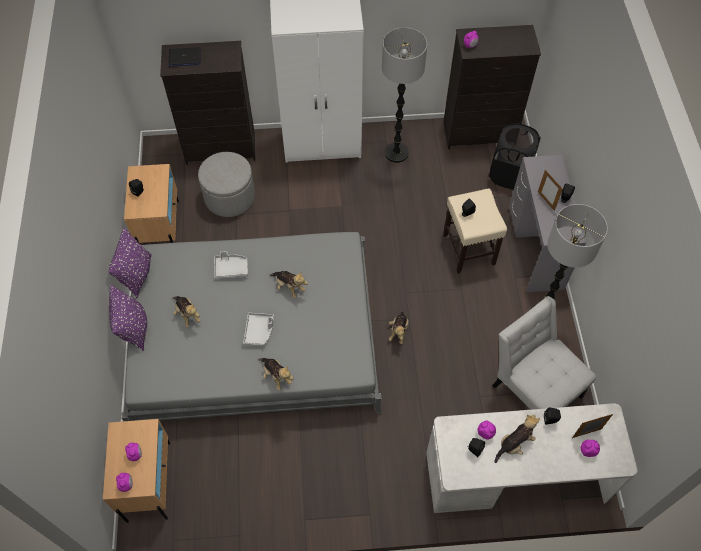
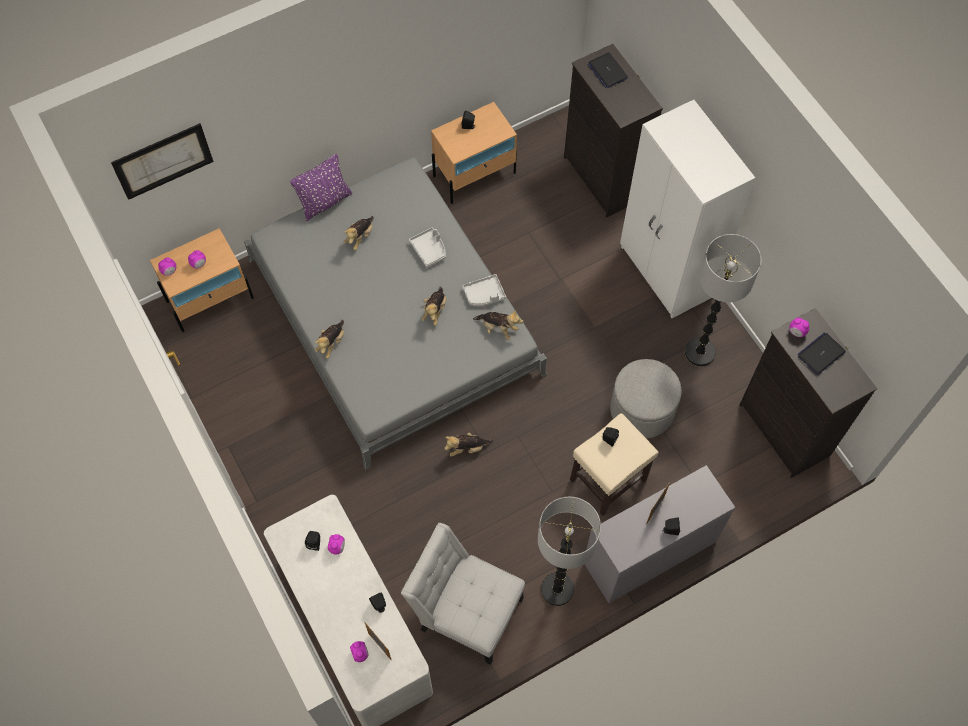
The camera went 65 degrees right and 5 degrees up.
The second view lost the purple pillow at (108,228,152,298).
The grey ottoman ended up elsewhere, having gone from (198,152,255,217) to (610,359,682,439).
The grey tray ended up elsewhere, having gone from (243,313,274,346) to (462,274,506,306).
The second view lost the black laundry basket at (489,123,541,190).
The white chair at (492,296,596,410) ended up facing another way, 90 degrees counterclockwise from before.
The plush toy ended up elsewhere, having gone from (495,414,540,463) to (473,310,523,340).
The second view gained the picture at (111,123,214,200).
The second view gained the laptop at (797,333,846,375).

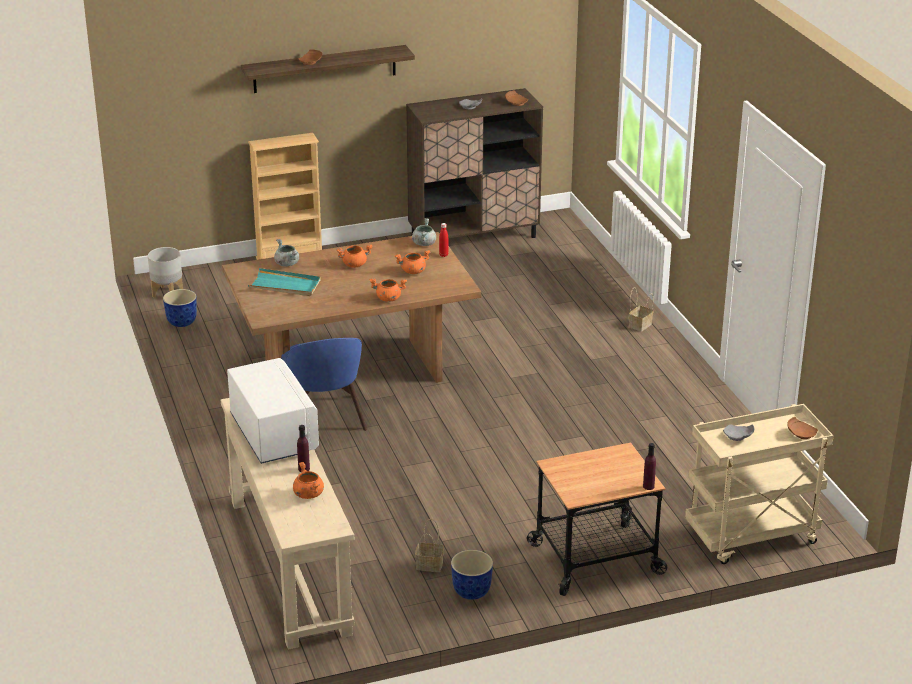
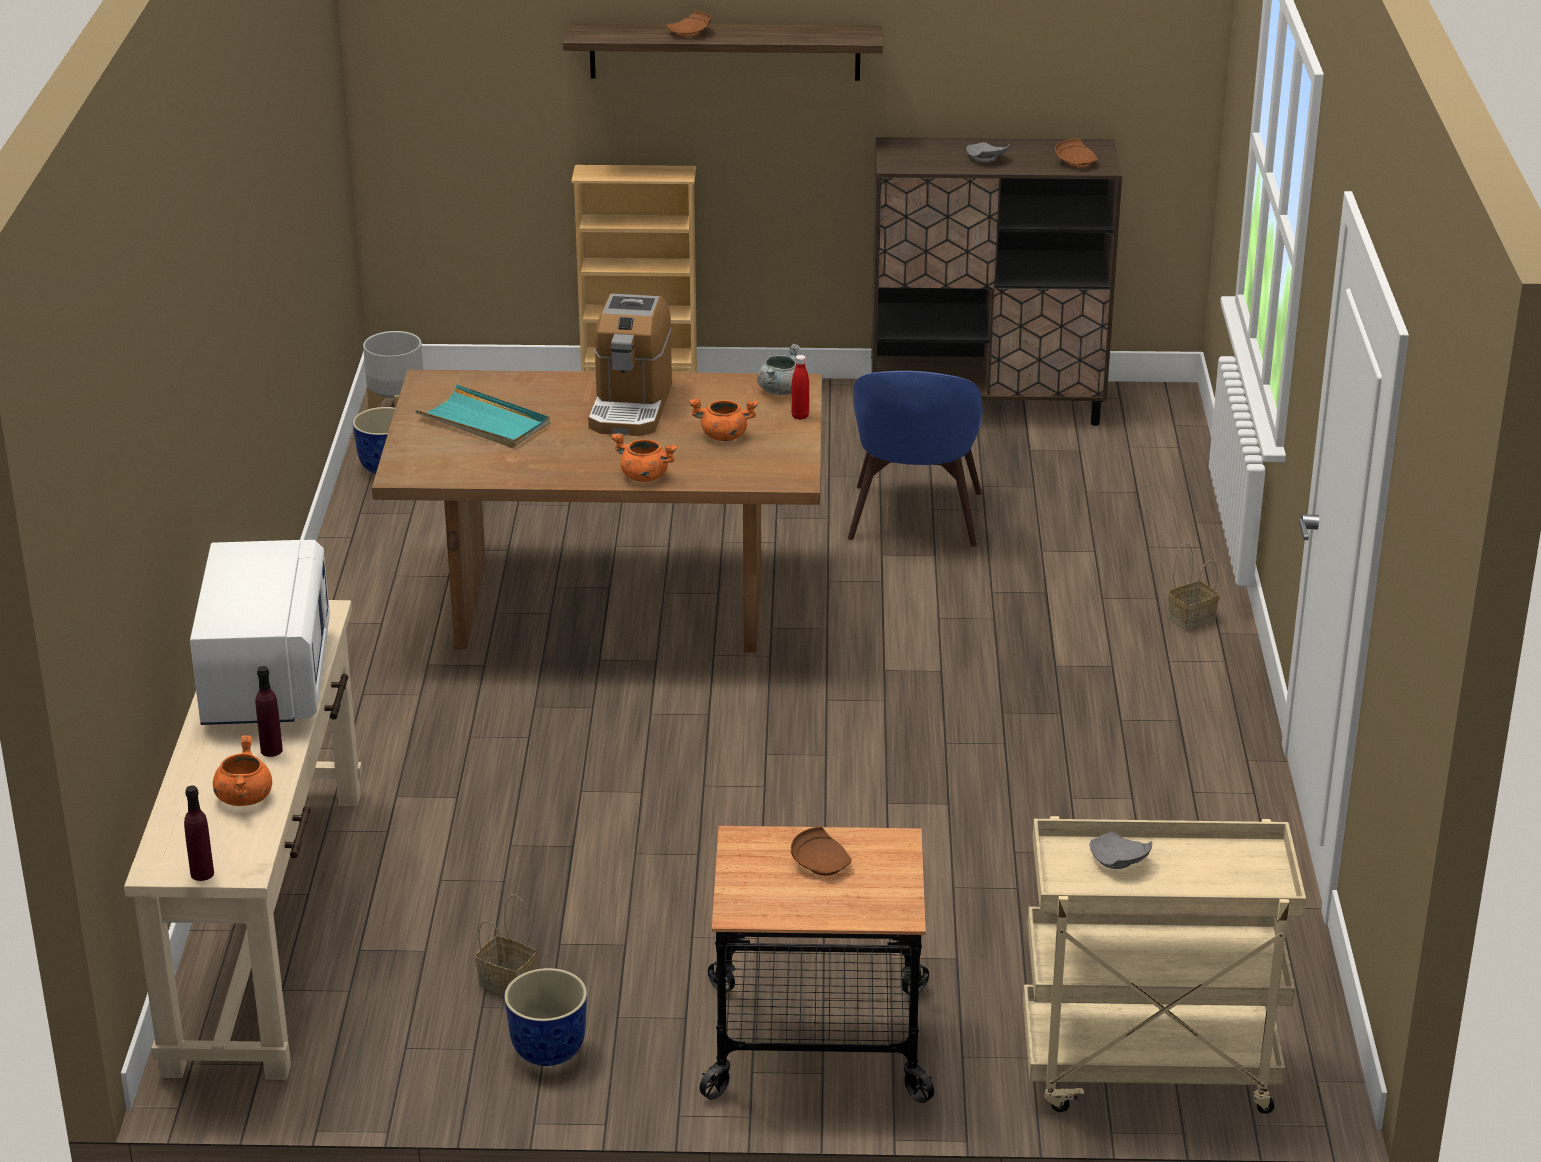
The camera went 20 degrees right and 0 degrees up.
The second view lost the grey cooking pot at (274,239,299,267).
The blue chair ended up elsewhere, having gone from (281,338,367,431) to (848,371,983,547).
Where the orange cooking pot stood at (337,244,373,268), the coffee machine came to stand at (588,294,672,436).
The purple bottle ended up elsewhere, having gone from (643,443,656,490) to (184,786,214,881).
The brown plate ended up elsewhere, having gone from (787,417,818,439) to (791,827,852,876).

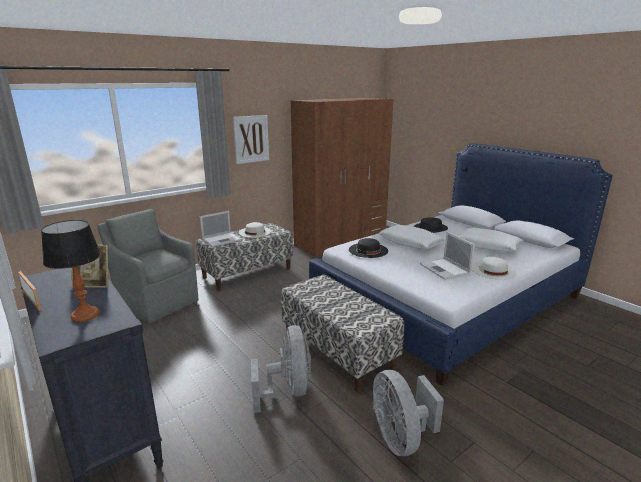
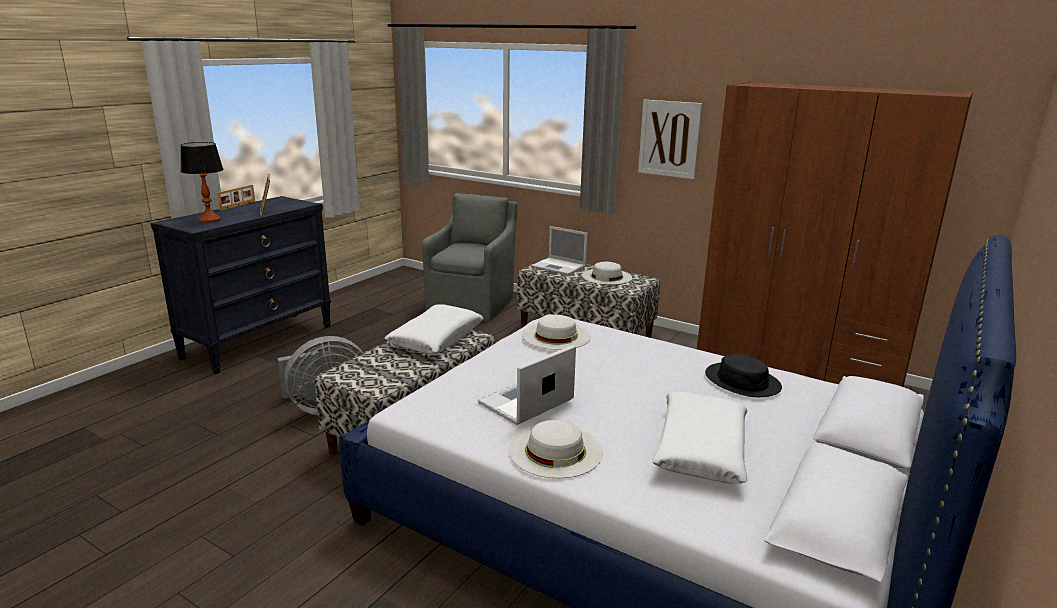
The camera went 70 degrees right and 0 degrees up.
What was the black hat at (349,238,388,258) turned into the white hat at (522,315,591,350).
The second view lost the grey fan at (373,370,444,456).
The white pillow ended up elsewhere, having gone from (379,225,445,249) to (385,304,484,354).

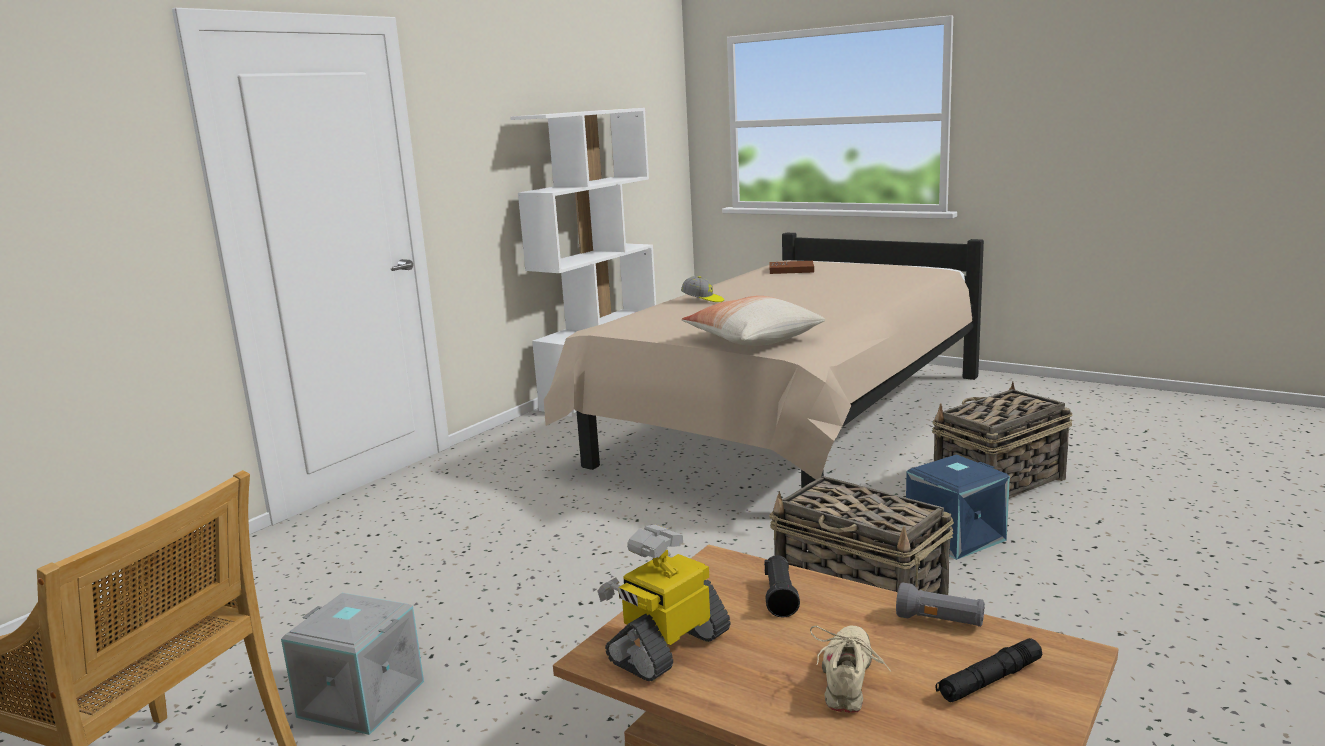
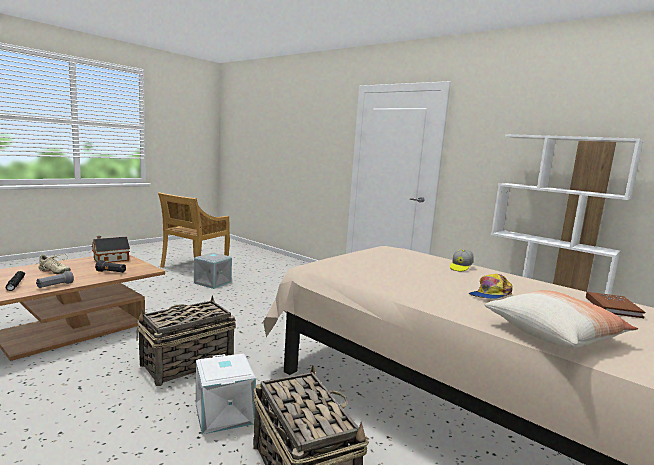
The camera went 95 degrees right and 5 degrees down.
Where the toy robot stood at (598,525,731,681), the toy house came to stand at (92,236,130,263).
The pillow ended up elsewhere, having gone from (682,296,825,346) to (485,290,638,348).
What was the blue storage box at (906,454,1010,560) turned into the white storage box at (196,354,256,434).
The second view gained the cap at (469,274,513,299).

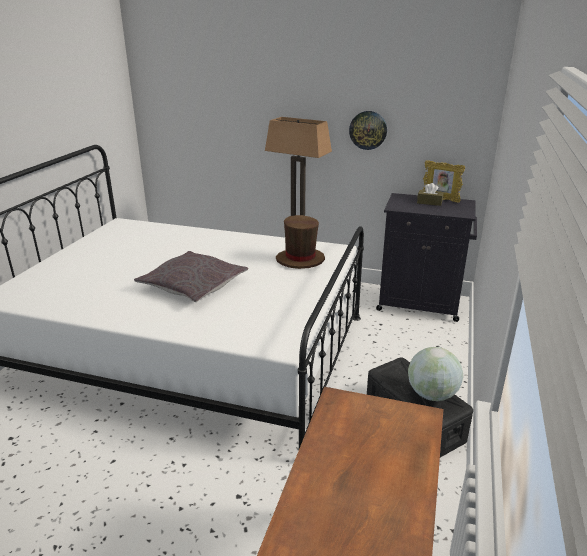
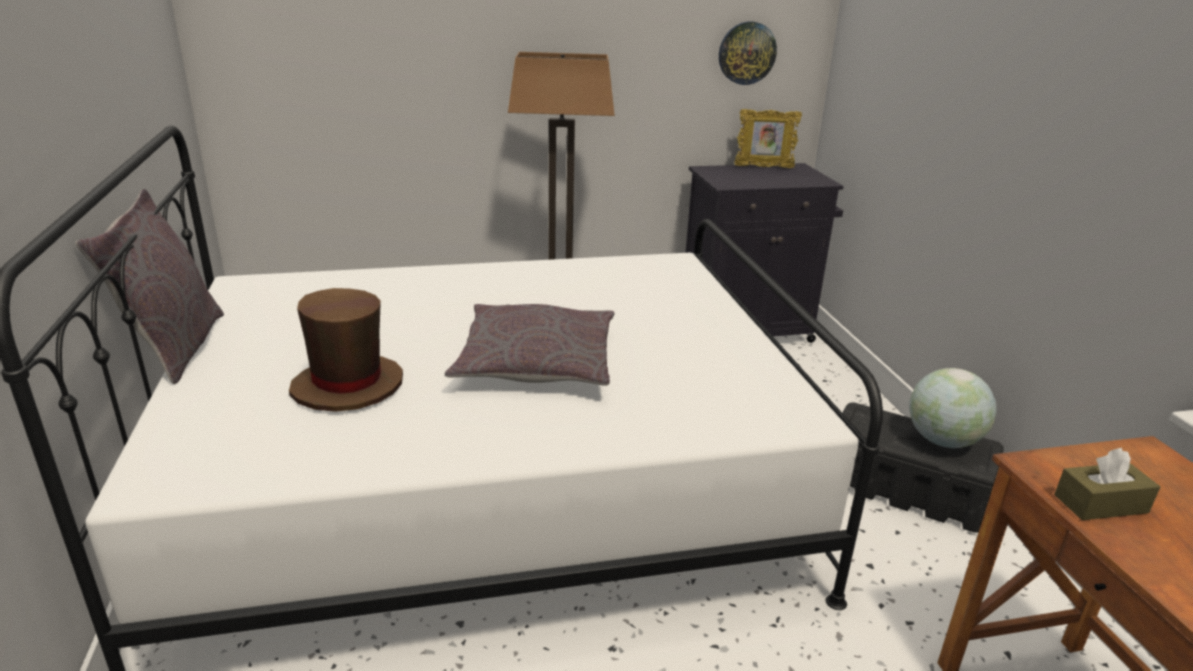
The camera went 30 degrees left and 0 degrees up.
The brown hat ended up elsewhere, having gone from (276,215,325,269) to (289,288,403,412).
The wall clock ended up elsewhere, having gone from (349,111,387,150) to (719,22,777,85).
The brown tissue box ended up elsewhere, having gone from (417,183,443,206) to (1054,448,1160,520).
The second view gained the grey pillow at (75,189,224,384).

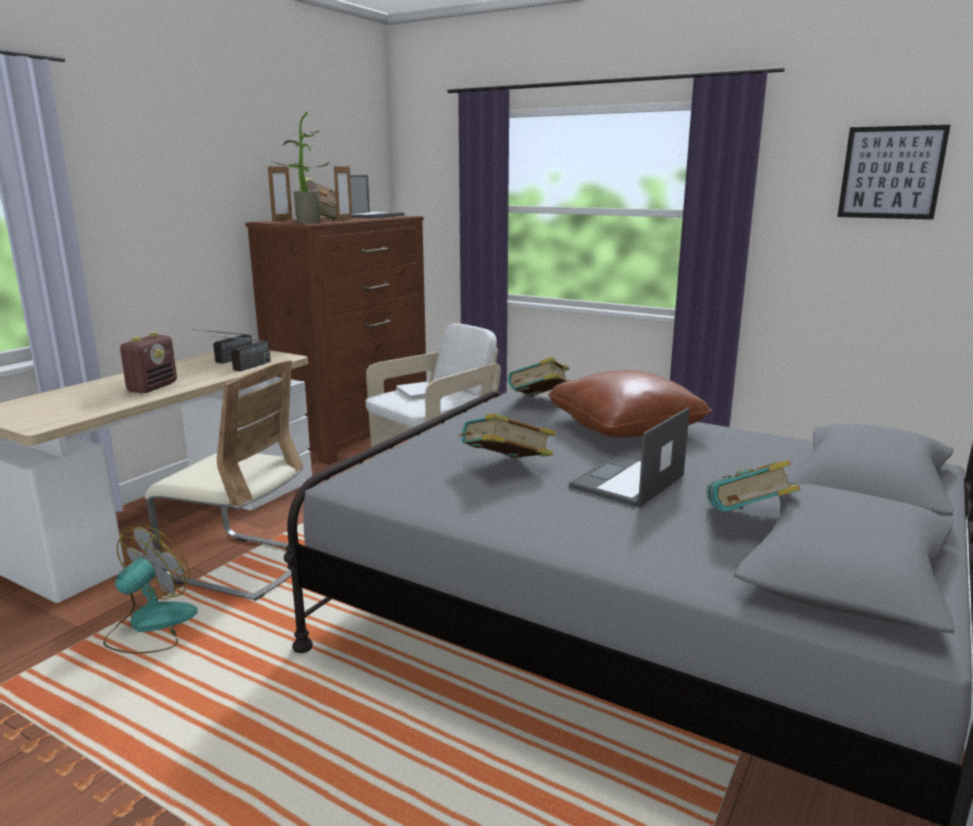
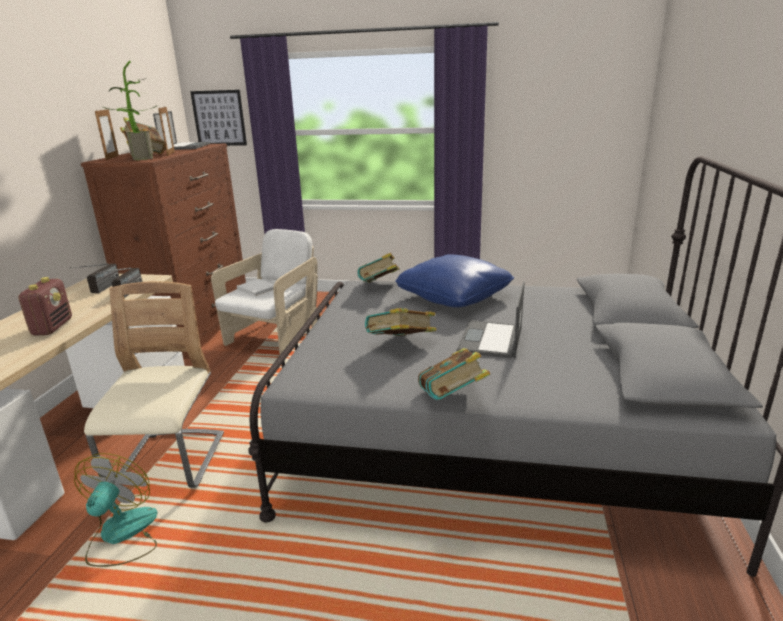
The camera went 20 degrees left and 5 degrees up.
The beige chair at (145,360,303,601) ended up facing another way, 90 degrees counterclockwise from before.
What was the brown pillow at (548,370,712,438) turned into the blue pillow at (395,254,514,308).
The book ended up elsewhere, having gone from (706,460,800,512) to (418,348,490,400).
The picture ended up elsewhere, having gone from (837,125,950,220) to (190,90,247,146).

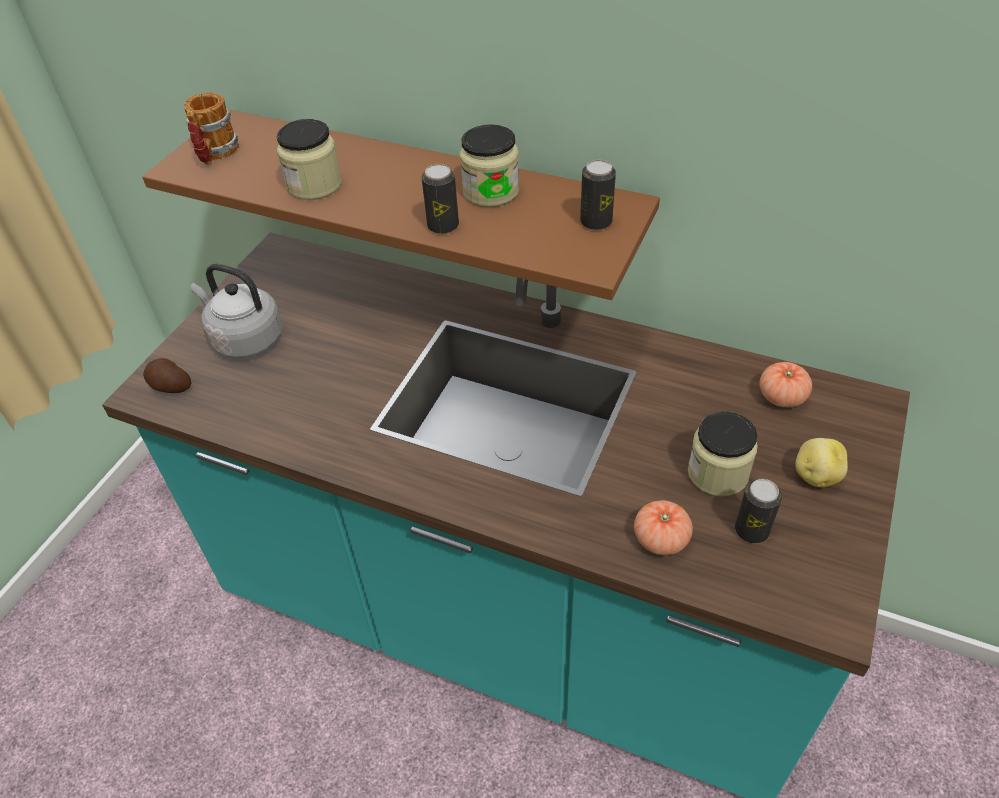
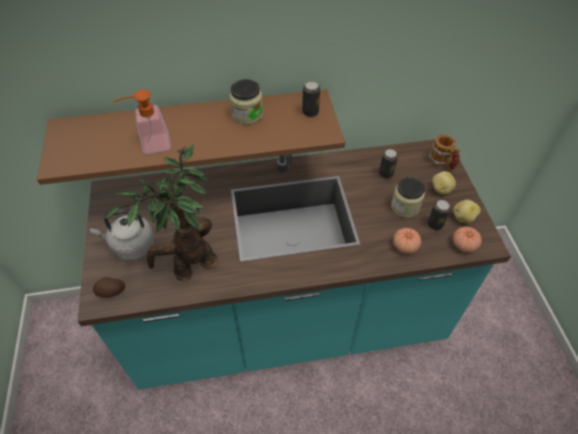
The camera went 35 degrees left and 5 degrees up.
The mug ended up elsewhere, having gone from (184,93,239,165) to (429,135,460,170).
Where the jar stood at (277,119,342,200), the soap dispenser came to stand at (113,90,171,154).
The can ended up elsewhere, having gone from (422,164,459,234) to (379,149,398,178).
The tomato ended up elsewhere, having gone from (759,362,812,407) to (453,227,482,252).
The second view gained the potted plant at (104,145,218,282).
The second view gained the potato at (453,200,480,223).

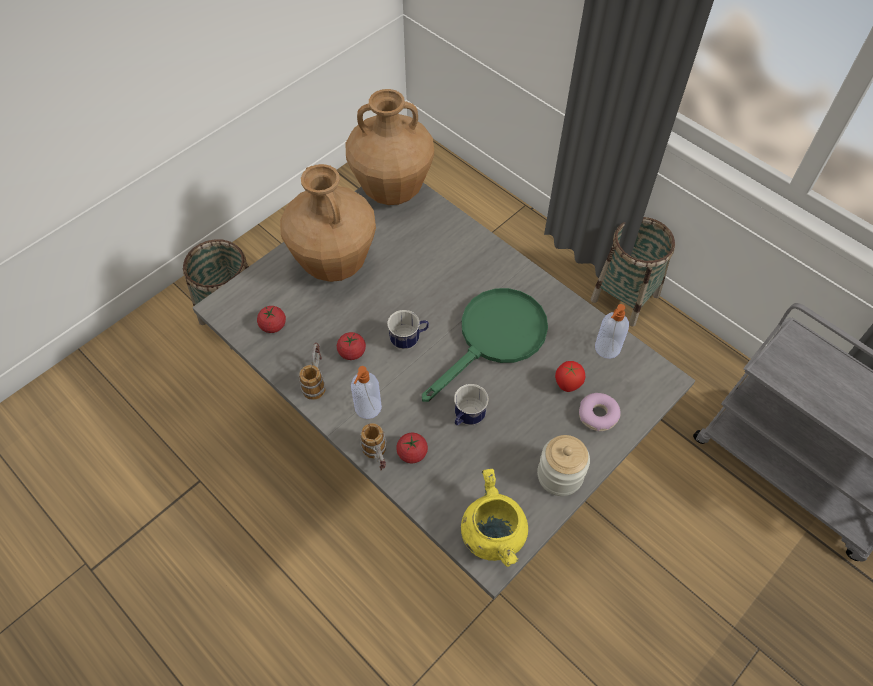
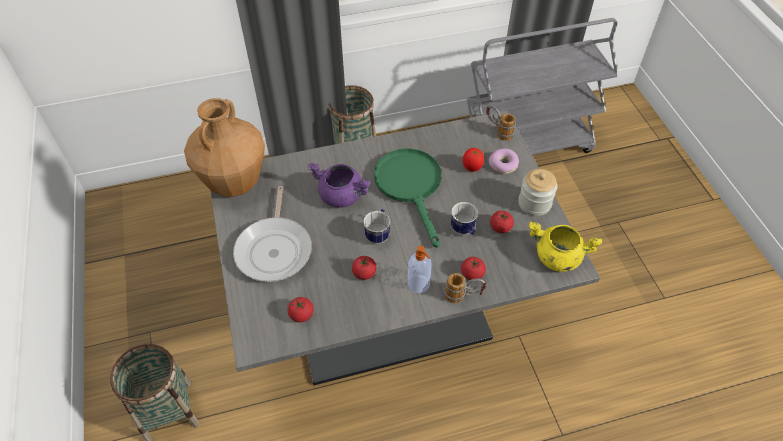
The camera went 60 degrees left and 5 degrees down.
Where the brown vase stood at (280,164,376,282), the frying pan came to stand at (233,186,312,282).
The mug ended up elsewhere, having gone from (299,343,326,400) to (486,106,516,141).
The second view lost the soap dispenser at (595,304,629,359).
The second view gained the purple cooking pot at (307,163,371,208).
The second view gained the tomato at (490,211,514,233).

